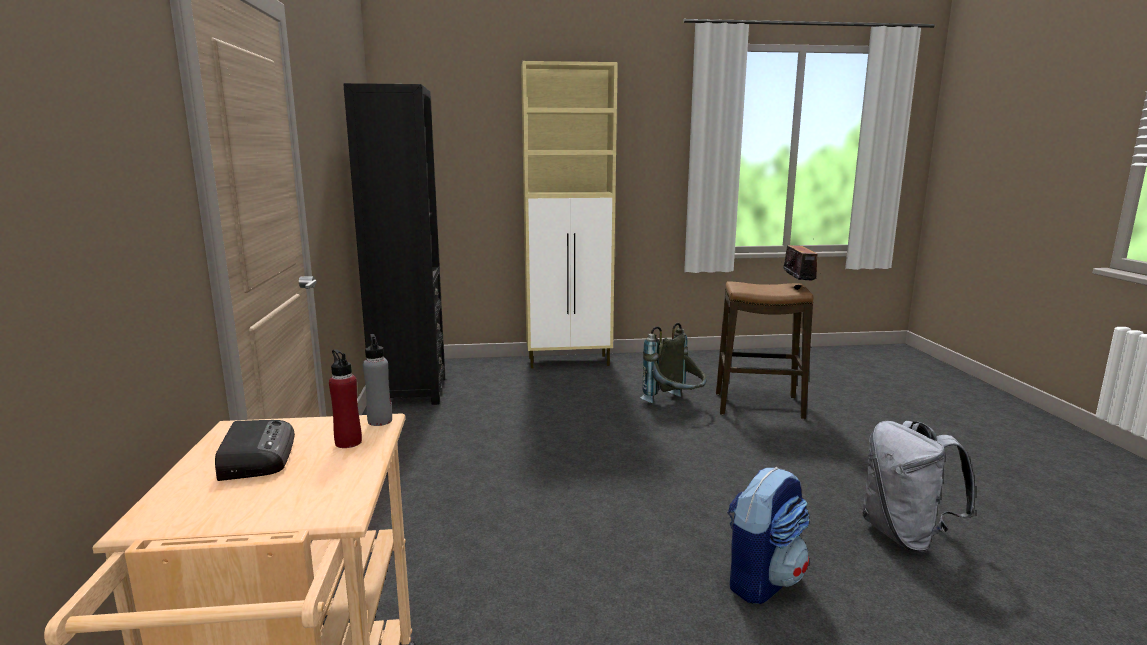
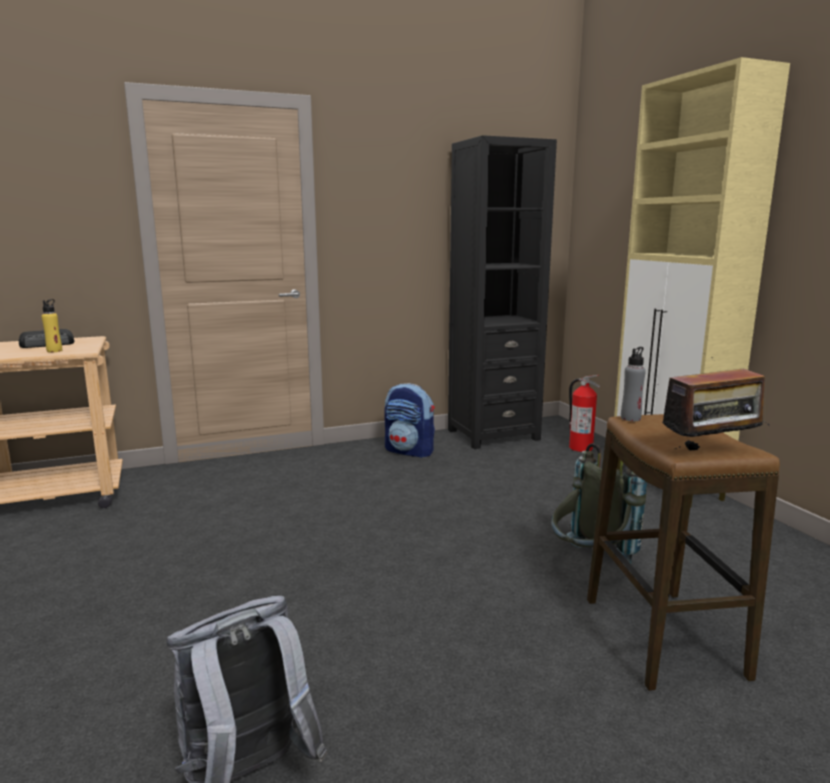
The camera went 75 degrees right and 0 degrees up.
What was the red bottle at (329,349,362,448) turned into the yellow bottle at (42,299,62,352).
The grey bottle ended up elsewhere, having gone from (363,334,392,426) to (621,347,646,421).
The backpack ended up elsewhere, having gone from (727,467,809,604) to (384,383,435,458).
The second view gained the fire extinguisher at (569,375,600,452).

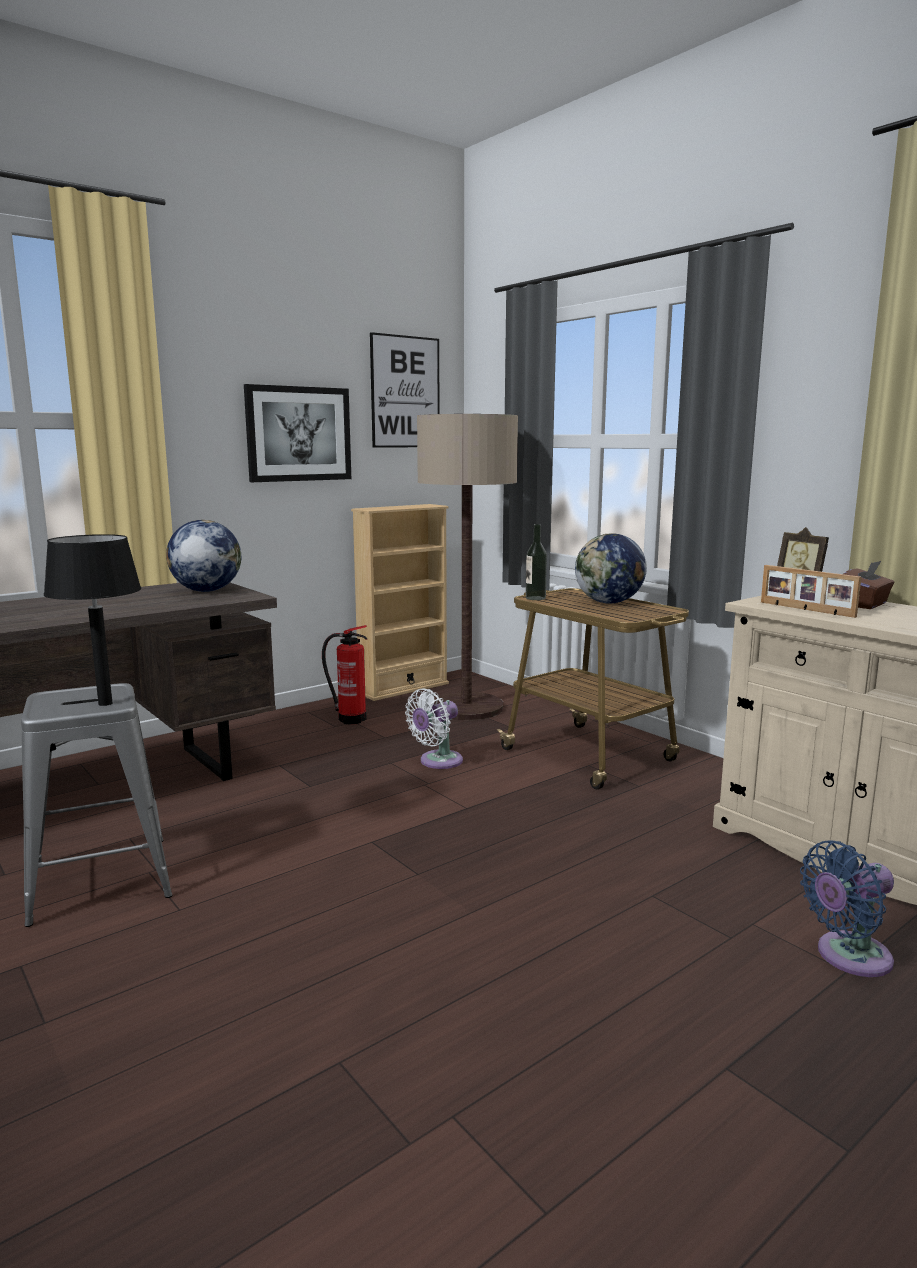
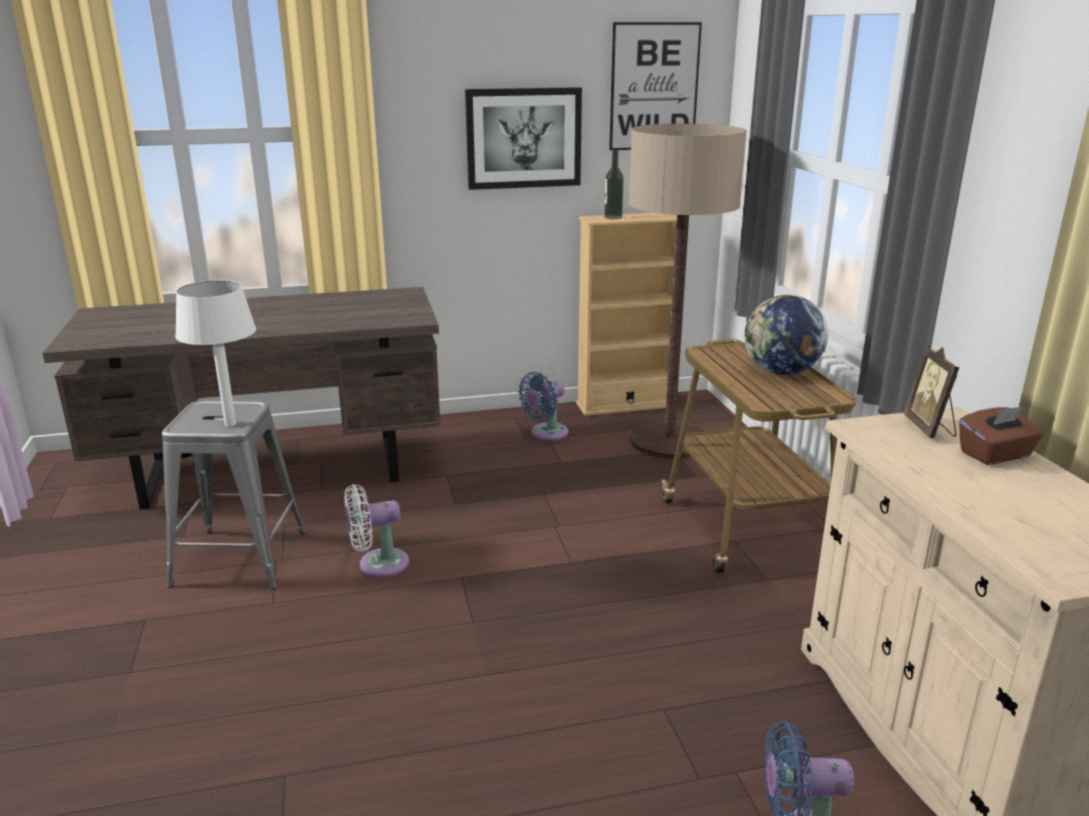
The camera went 25 degrees right and 10 degrees up.
What was the black table lamp at (43,534,141,706) turned into the white table lamp at (175,280,256,427).
The second view lost the globe at (166,520,241,592).
Where the fire extinguisher stood at (322,625,367,724), the blue fan came to stand at (518,372,568,441).
The white fan ended up elsewhere, having gone from (405,689,463,769) to (344,484,409,578).
The bottle ended up elsewhere, having gone from (526,524,547,600) to (604,150,624,219).
The second view lost the picture frame at (761,565,861,618).

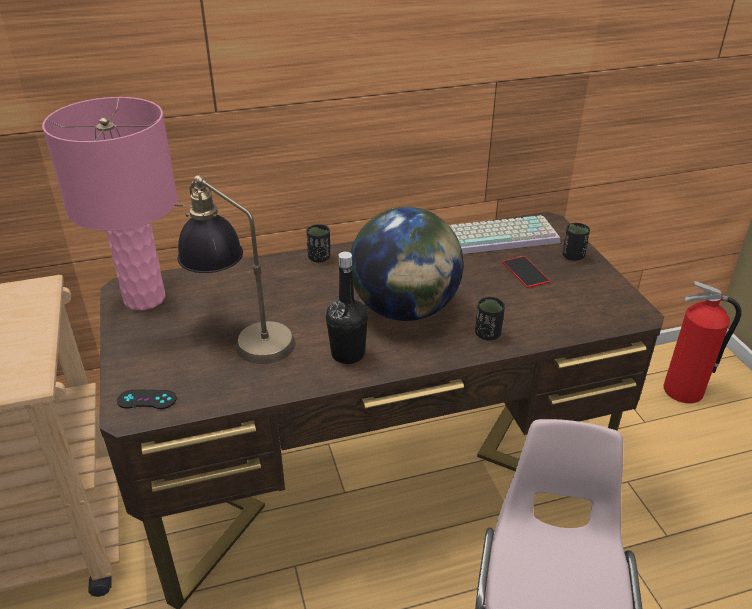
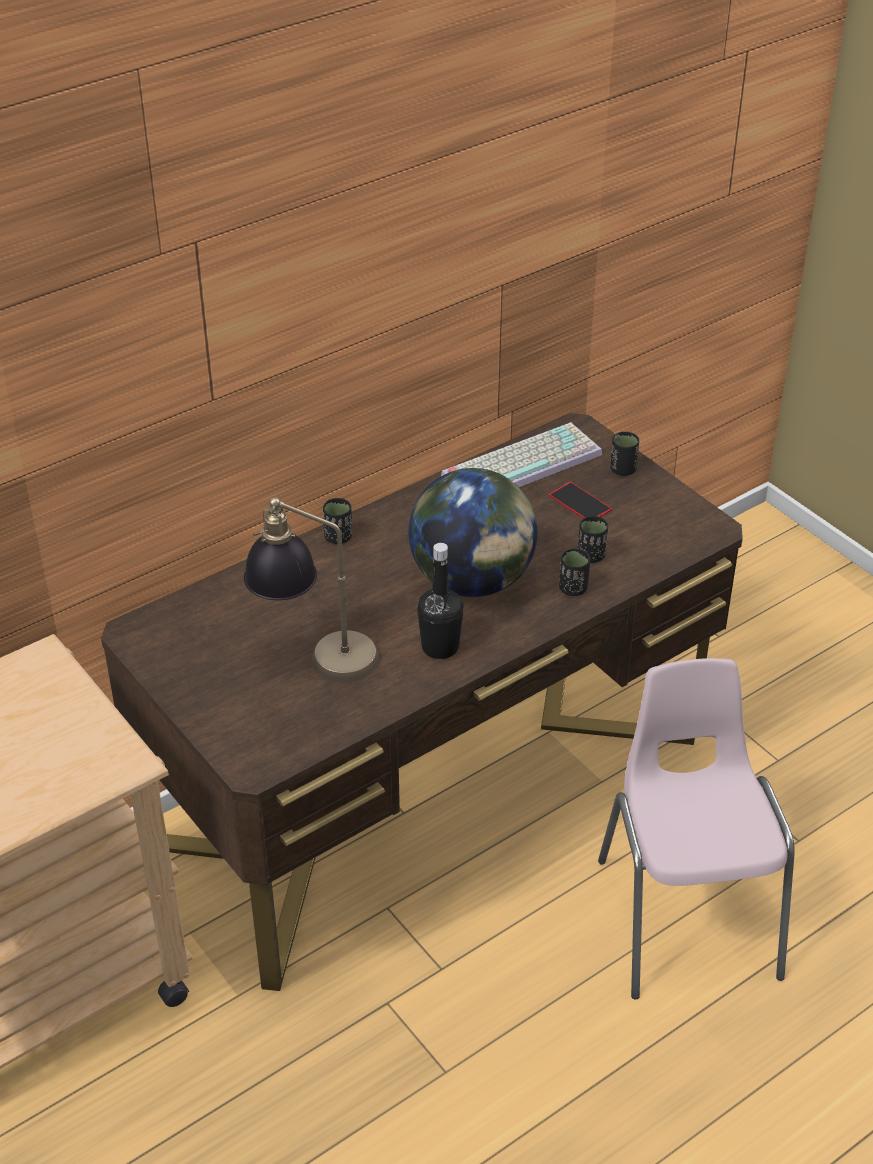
The camera went 20 degrees left and 5 degrees up.
The second view lost the pink table lamp at (42,97,178,310).
The second view lost the black game controller at (117,389,177,409).
The second view lost the fire extinguisher at (663,281,742,403).
The second view gained the black cup at (578,516,608,563).

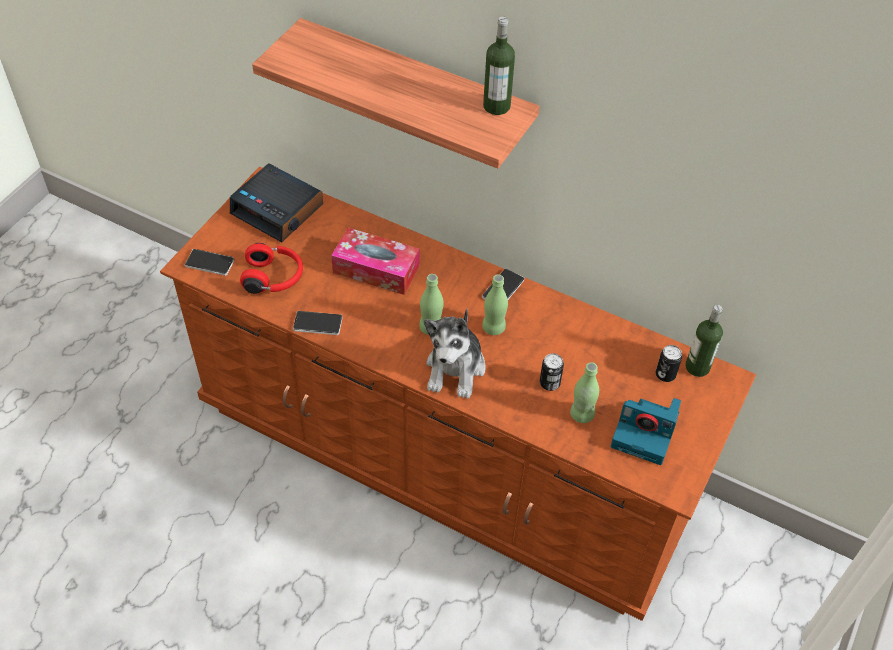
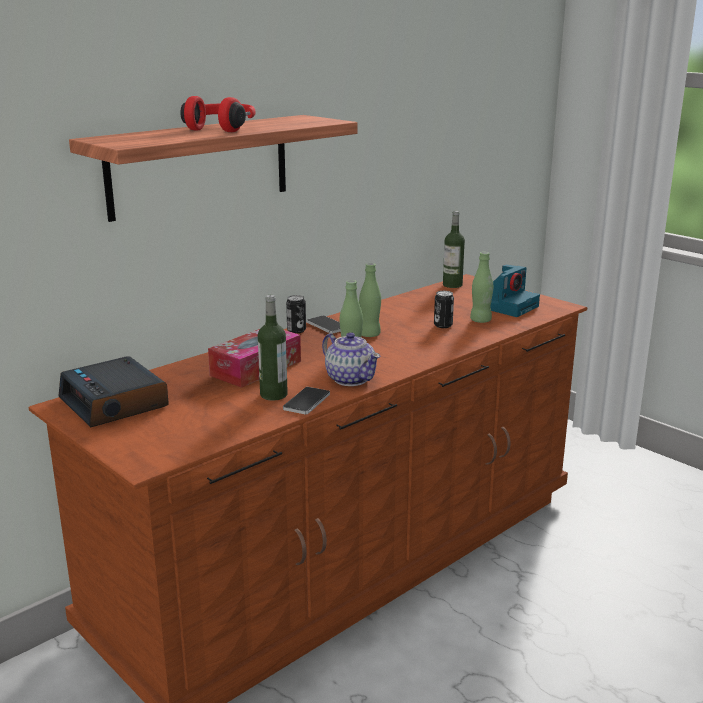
The camera went 70 degrees left and 30 degrees down.
The second view lost the phone at (185,249,234,276).
The alarm clock at (230,164,323,242) ended up facing another way, 90 degrees clockwise from before.
The red headphones ended up elsewhere, having gone from (240,243,303,294) to (180,96,256,132).
The second view lost the plush toy at (424,308,486,399).
The bottle ended up elsewhere, having gone from (483,17,515,115) to (258,295,288,401).
The can ended up elsewhere, having gone from (656,345,682,382) to (286,295,306,333).
The second view gained the teapot at (322,332,381,386).

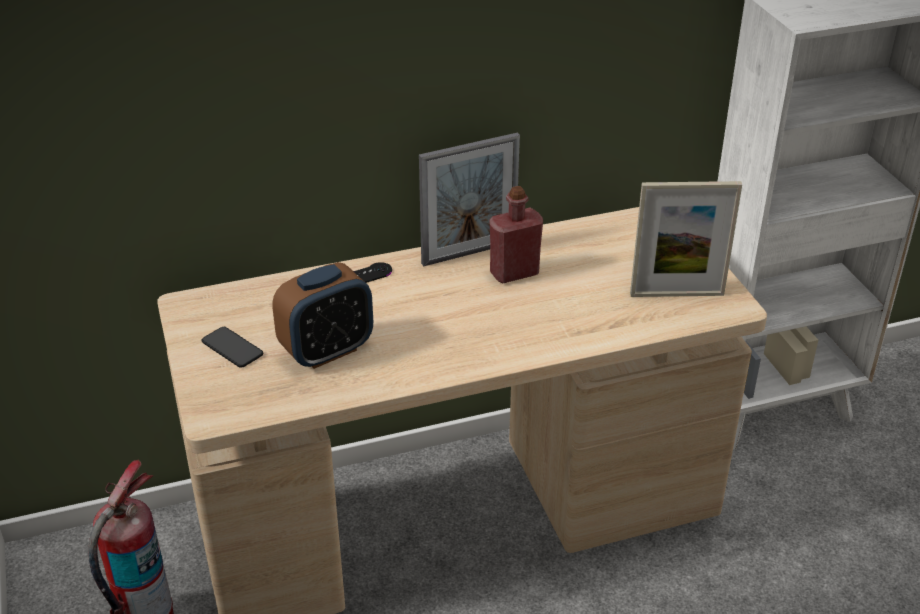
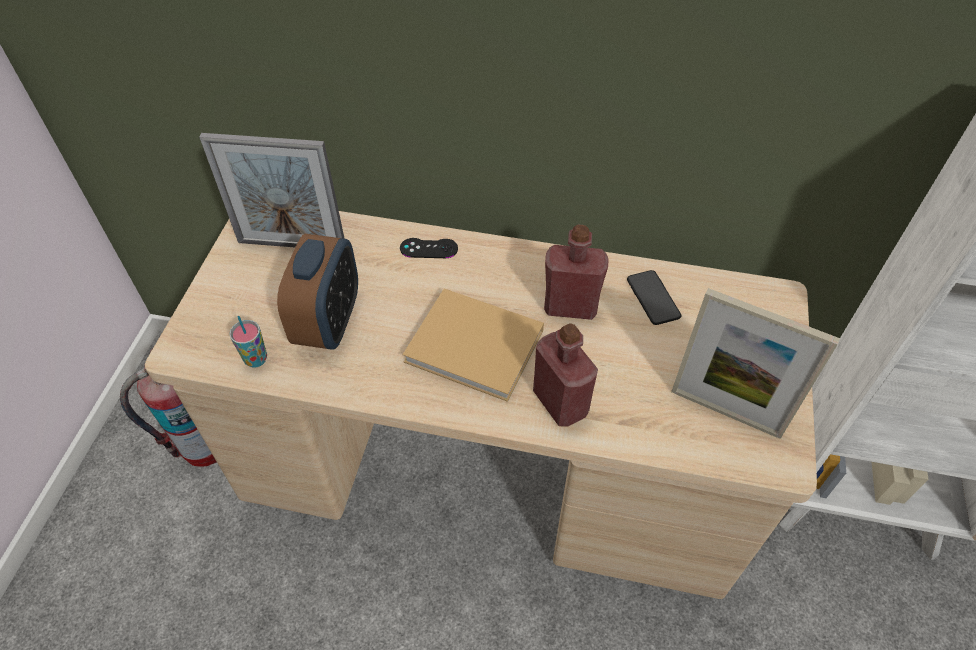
The camera went 30 degrees right and 15 degrees up.
The phone ended up elsewhere, having gone from (202,327,263,368) to (627,270,681,325).
The alarm clock at (272,262,373,369) ended up facing another way, 75 degrees counterclockwise from before.
The picture frame ended up elsewhere, having gone from (419,133,520,266) to (199,133,345,247).
The second view gained the cup at (230,316,267,368).
The second view gained the beige book at (402,289,544,402).
The second view gained the red bottle at (533,323,598,427).

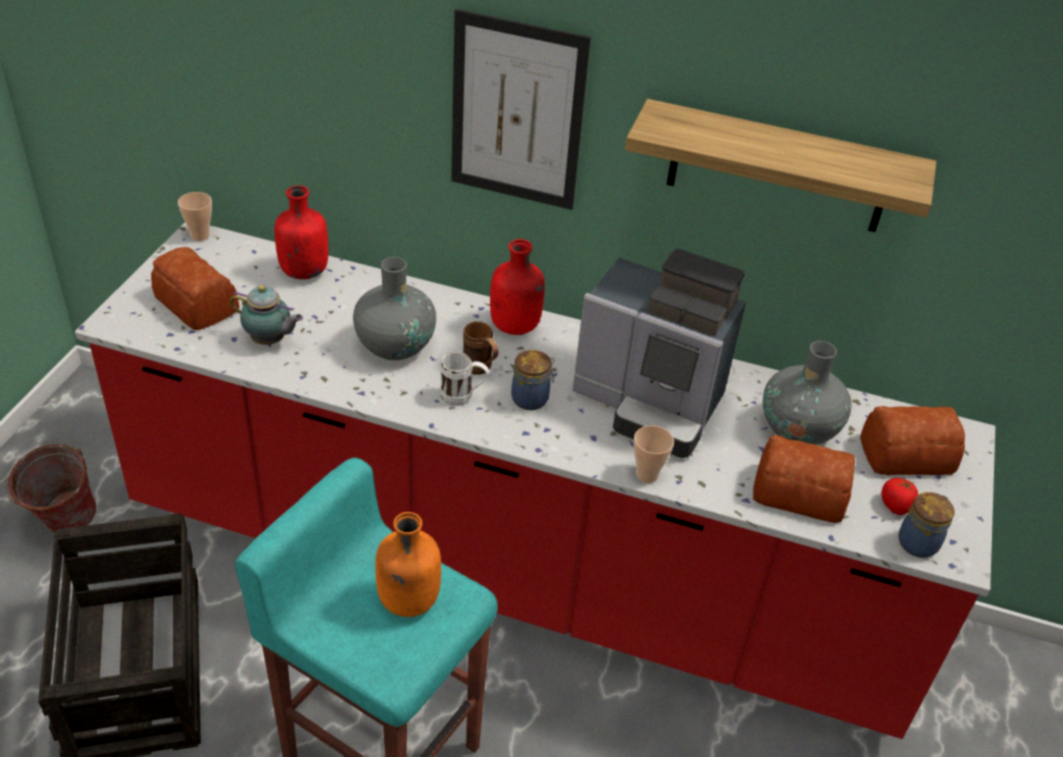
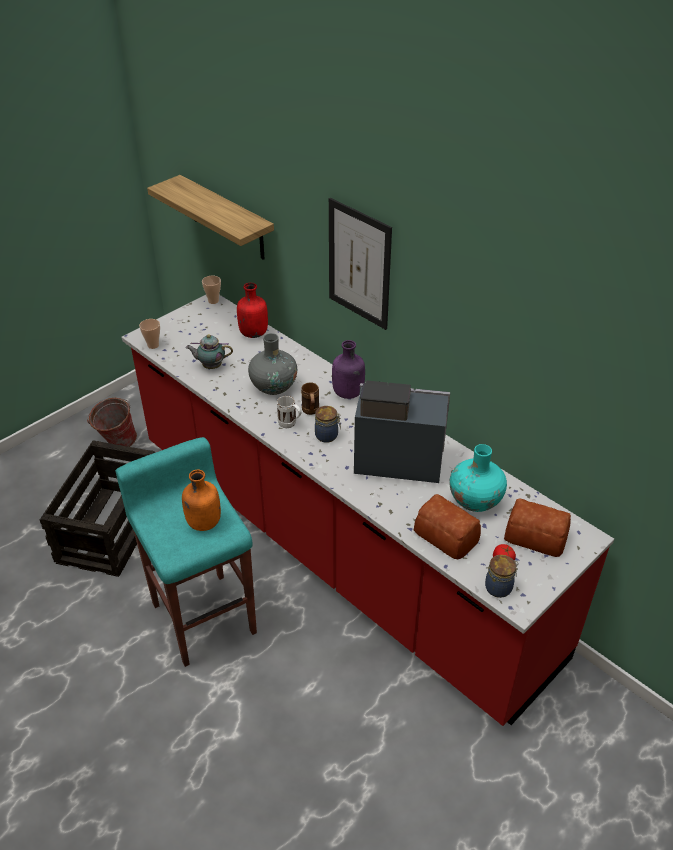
The camera went 30 degrees right and 0 degrees up.
The second view lost the bread at (151,247,240,330).
The teapot at (230,285,303,345) ended up facing another way, 135 degrees clockwise from before.
What was the red bottle at (490,239,545,335) turned into the purple bottle at (332,340,365,399).
The coffee machine at (573,249,746,458) ended up facing another way, 135 degrees clockwise from before.
The shelf ended up elsewhere, having gone from (625,99,936,232) to (147,175,274,260).
The cup ended up elsewhere, having gone from (634,425,674,483) to (139,319,160,349).
What was the grey vase at (763,341,852,445) turned into the turquoise vase at (450,444,507,512).

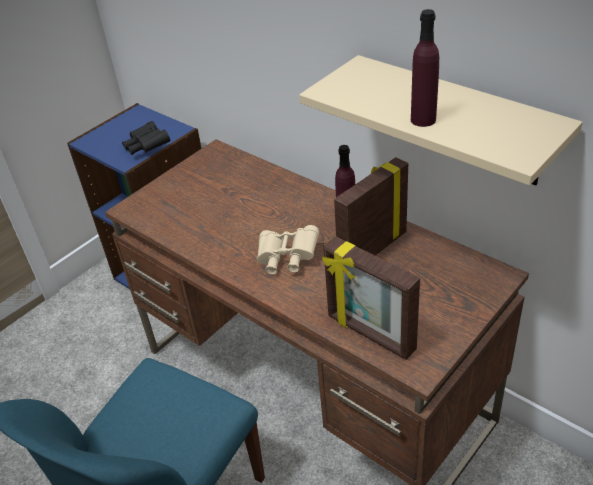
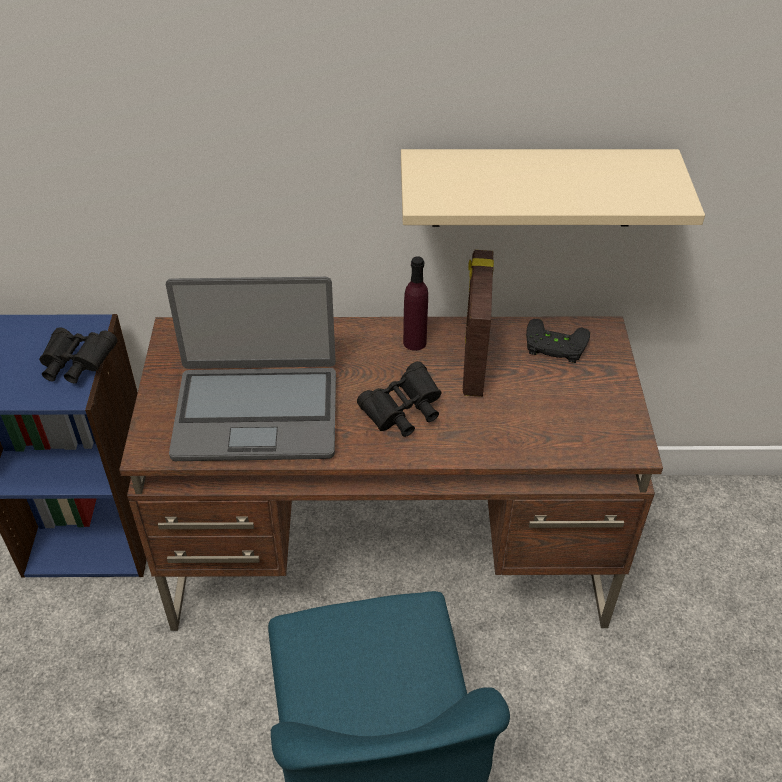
The camera went 45 degrees left and 5 degrees up.
What was the beige binoculars at (257,225,319,274) turned into the black binoculars at (357,361,442,437).
The second view lost the picture frame at (322,236,420,360).
The second view lost the purple bottle at (411,9,439,127).
The second view gained the laptop at (166,277,336,461).
The second view gained the black game controller at (526,319,590,363).

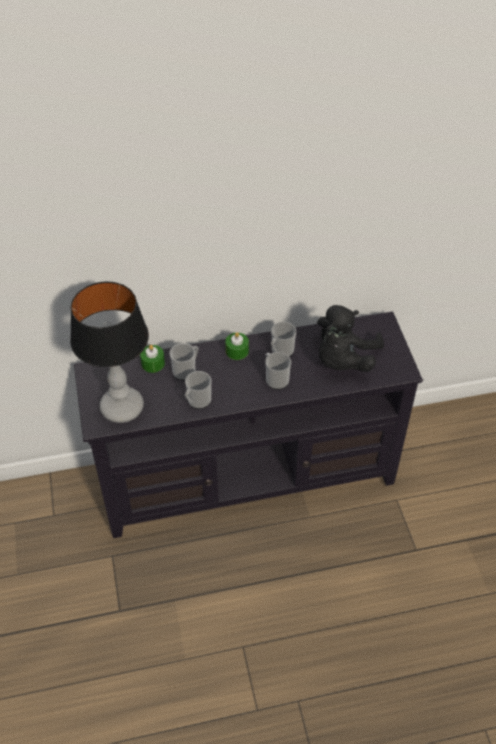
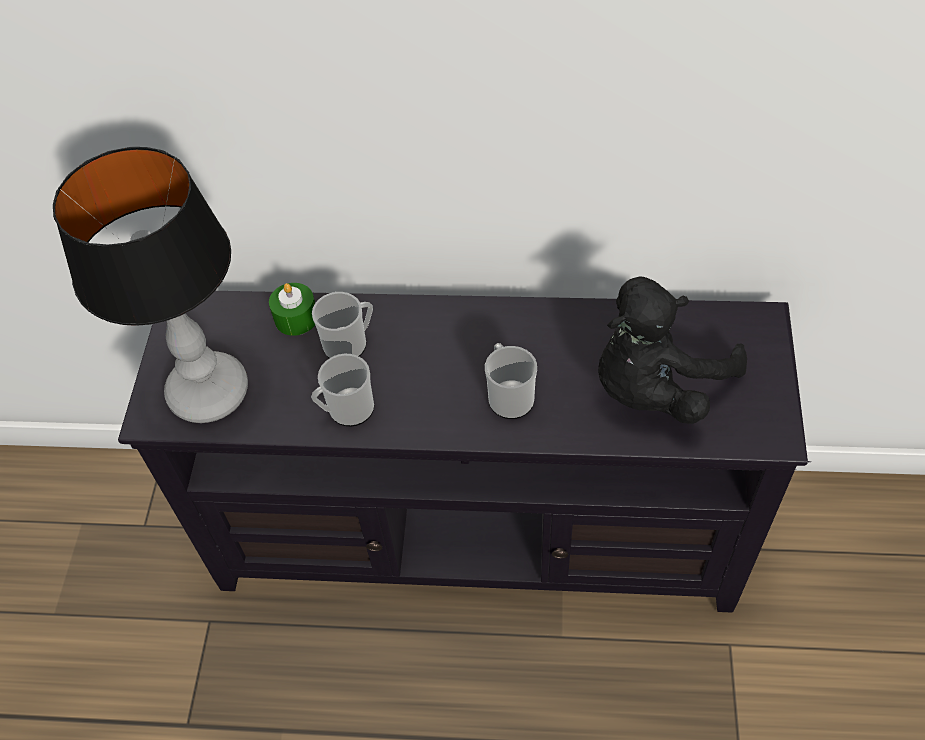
The camera went 20 degrees right and 5 degrees up.
The second view lost the green candle at (225,332,249,360).
The second view lost the mug at (271,322,296,357).

